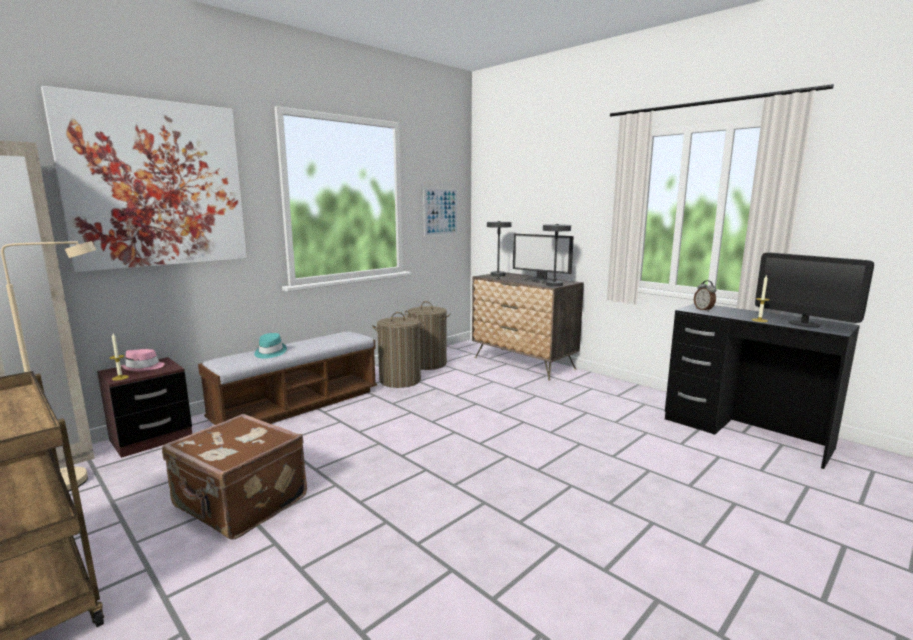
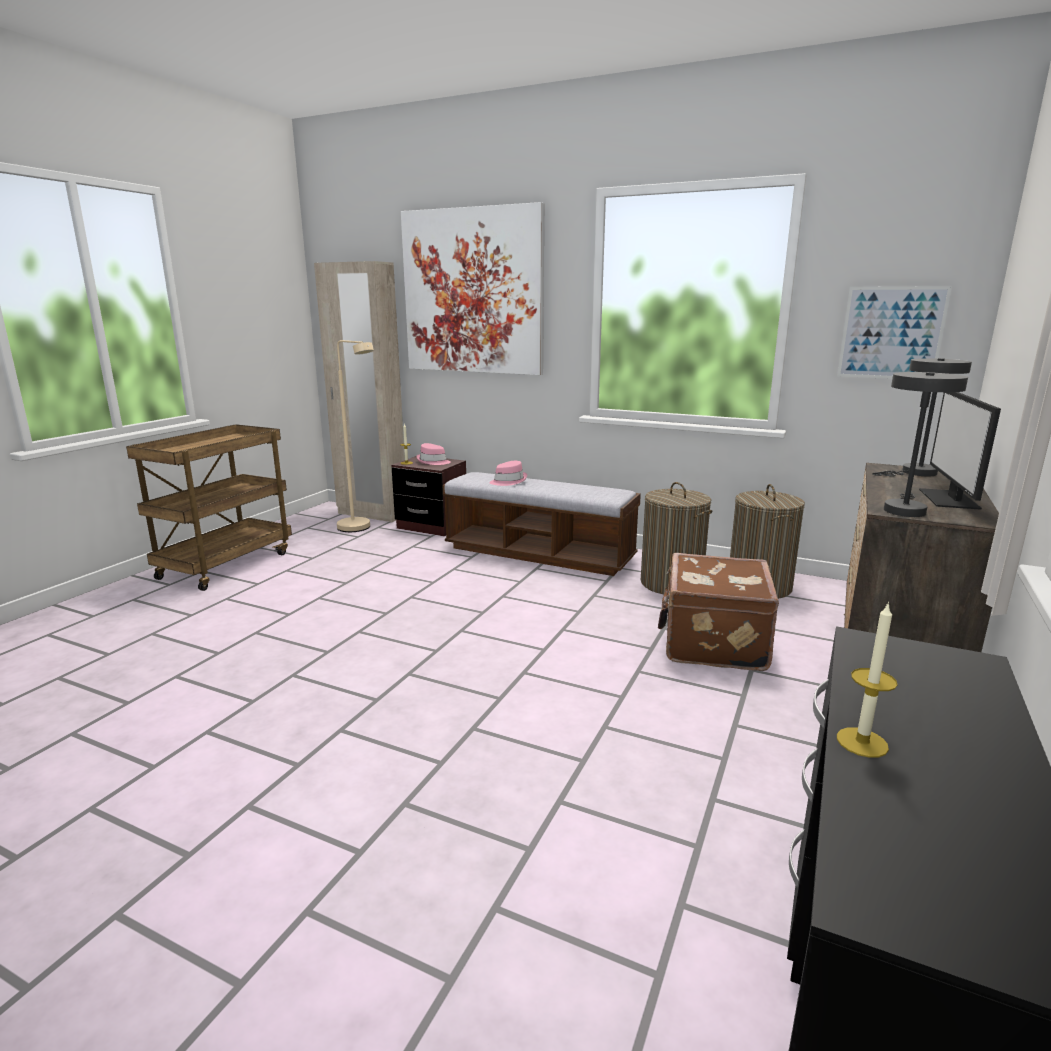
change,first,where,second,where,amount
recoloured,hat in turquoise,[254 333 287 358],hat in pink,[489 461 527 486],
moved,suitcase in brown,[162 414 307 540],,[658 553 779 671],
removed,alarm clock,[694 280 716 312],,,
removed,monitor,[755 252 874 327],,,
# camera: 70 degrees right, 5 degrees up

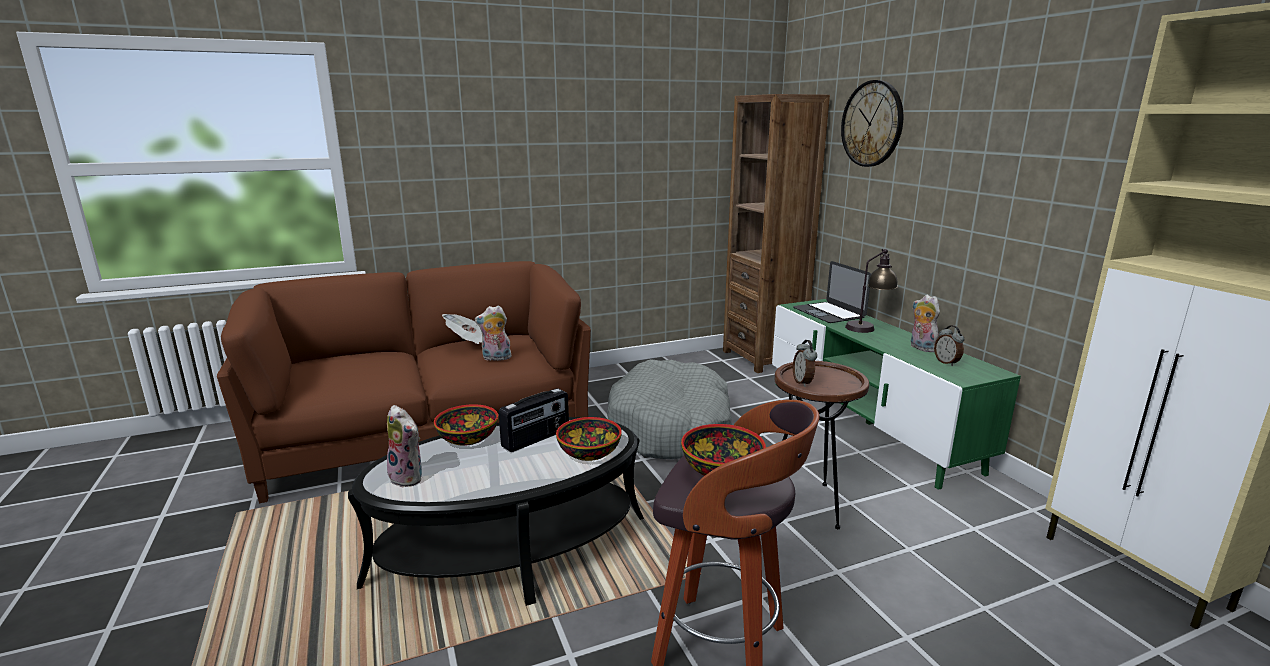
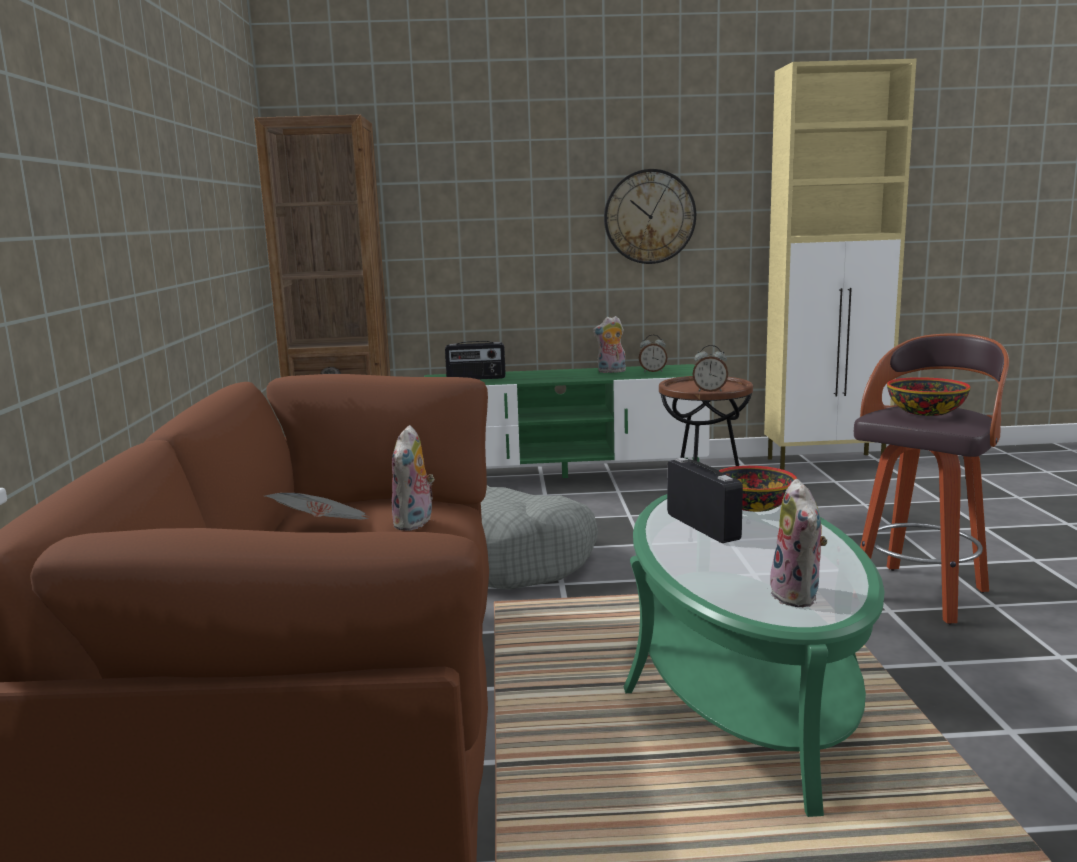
change,first,where,second,where,amount
replaced,laptop,[793 261 871 323],radio,[445 341 506 379],
moved,wall clock,[841 80 904 167],,[604 169 696 264],
recoloured,coffee table in black,[348 417 644 606],coffee table in green,[624 494 885 817],
turned,plush toy,[387 405 422 487],,[770 479 827 607],120 degrees clockwise
removed,bowl,[434 404 498 446],,,
removed,table lamp,[845 249 898 333],,,
# camera: 70 degrees left, 5 degrees down

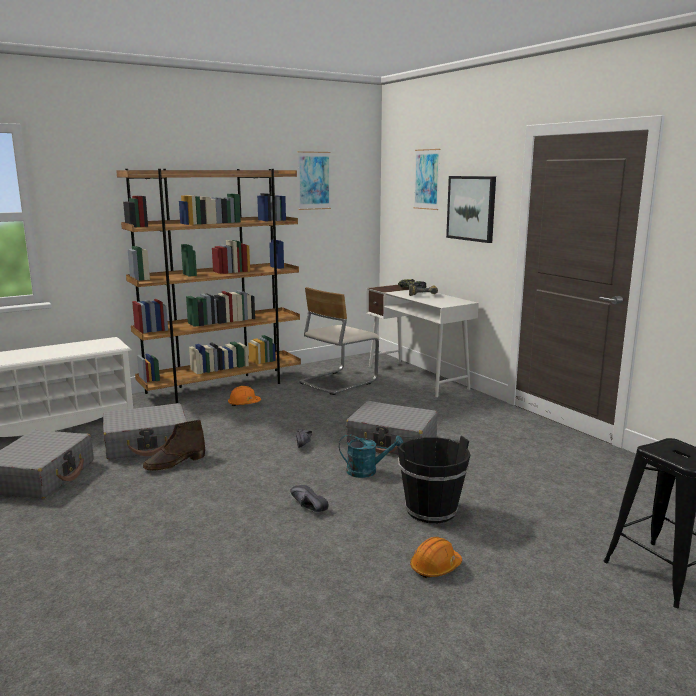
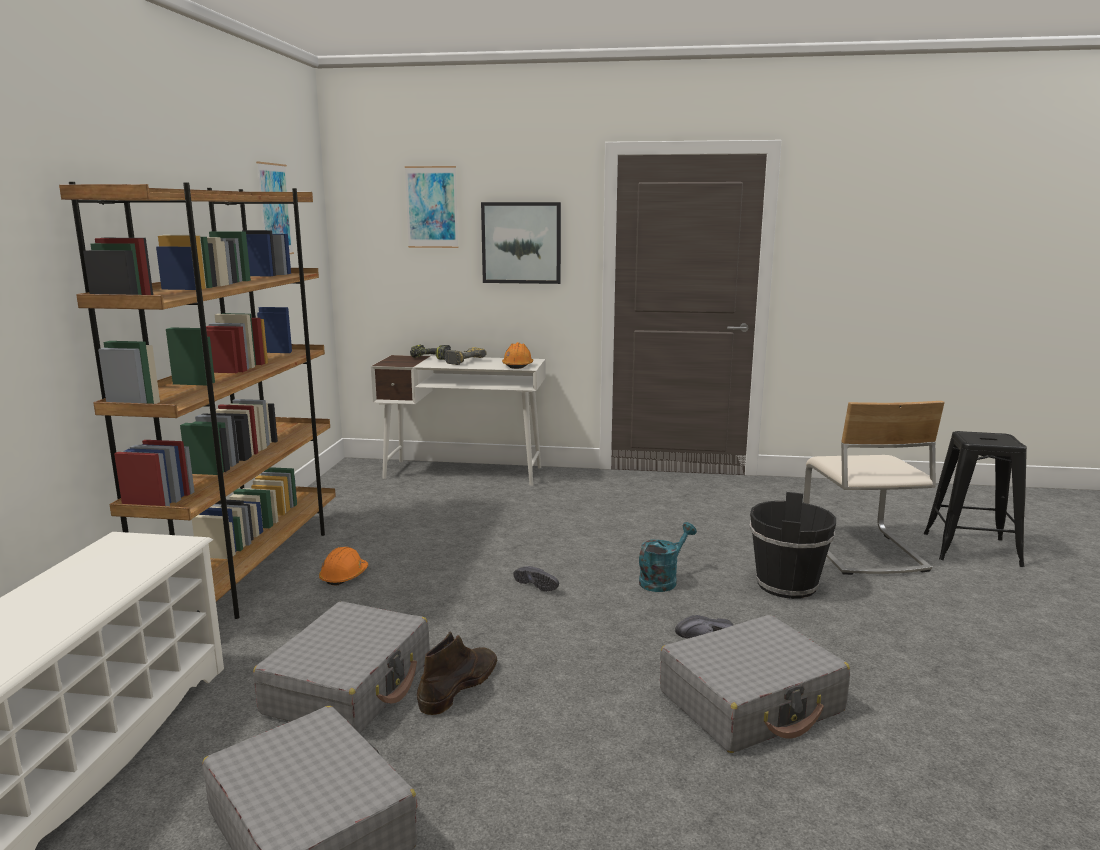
change,first,where,second,where,amount
turned,boot in brown,[143 420 205 471],,[417 631 497 715],150 degrees counterclockwise
moved,hard hat in orange,[410 537 462 578],,[502 342 533 369],
moved,suitcase in grey,[346 401 438 454],,[660 615 850 753],
moved,chair in beige,[299 287 379 395],,[803 401 945 575],
# camera: 50 degrees left, 0 degrees up

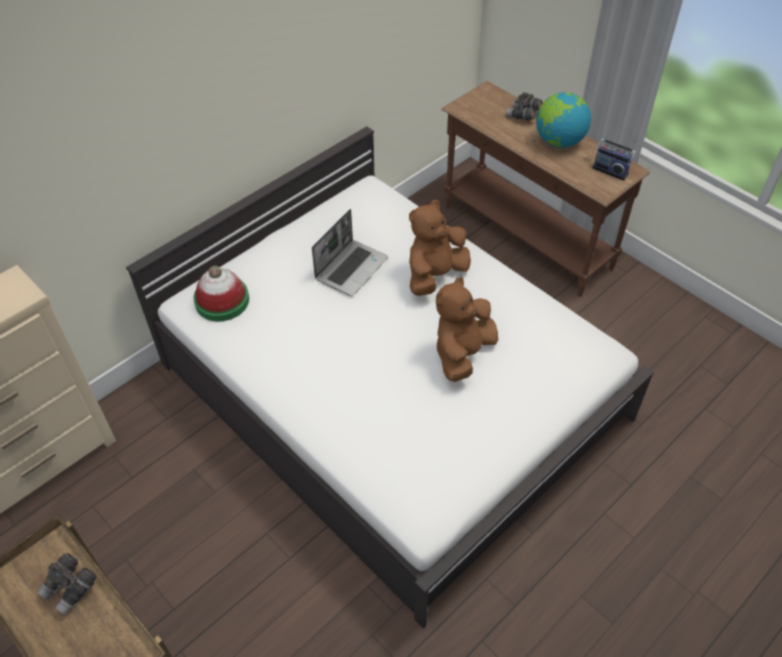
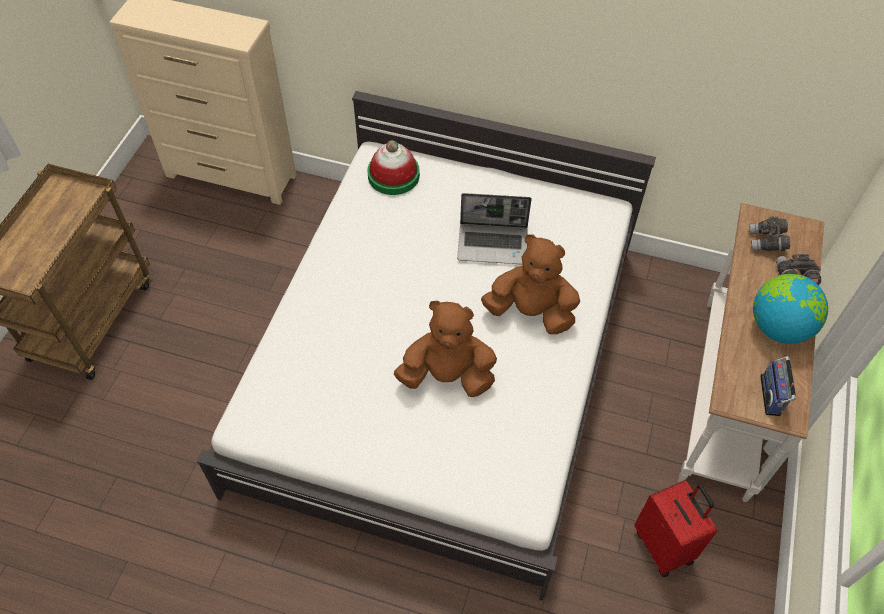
change,first,where,second,where,amount
added,,,suitcase in red,[635 480 717 577],
recoloured,console table in brown,[441 81 650 297],console table in white,[678 203 824 502],
moved,binoculars in grey,[37 553 97 615],,[749 217 790 251],
# camera: 60 degrees right, 5 degrees up

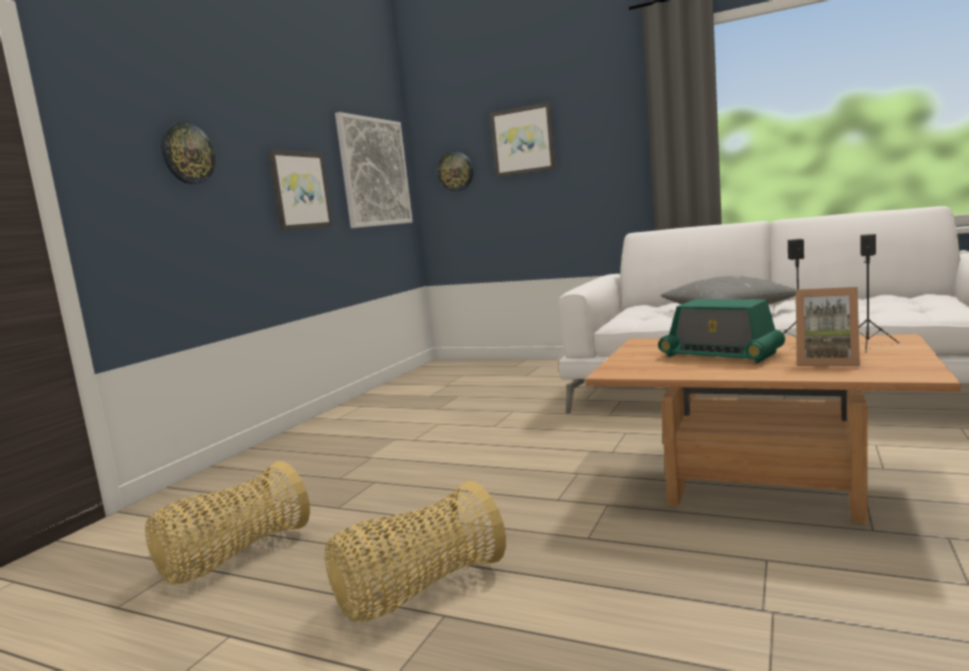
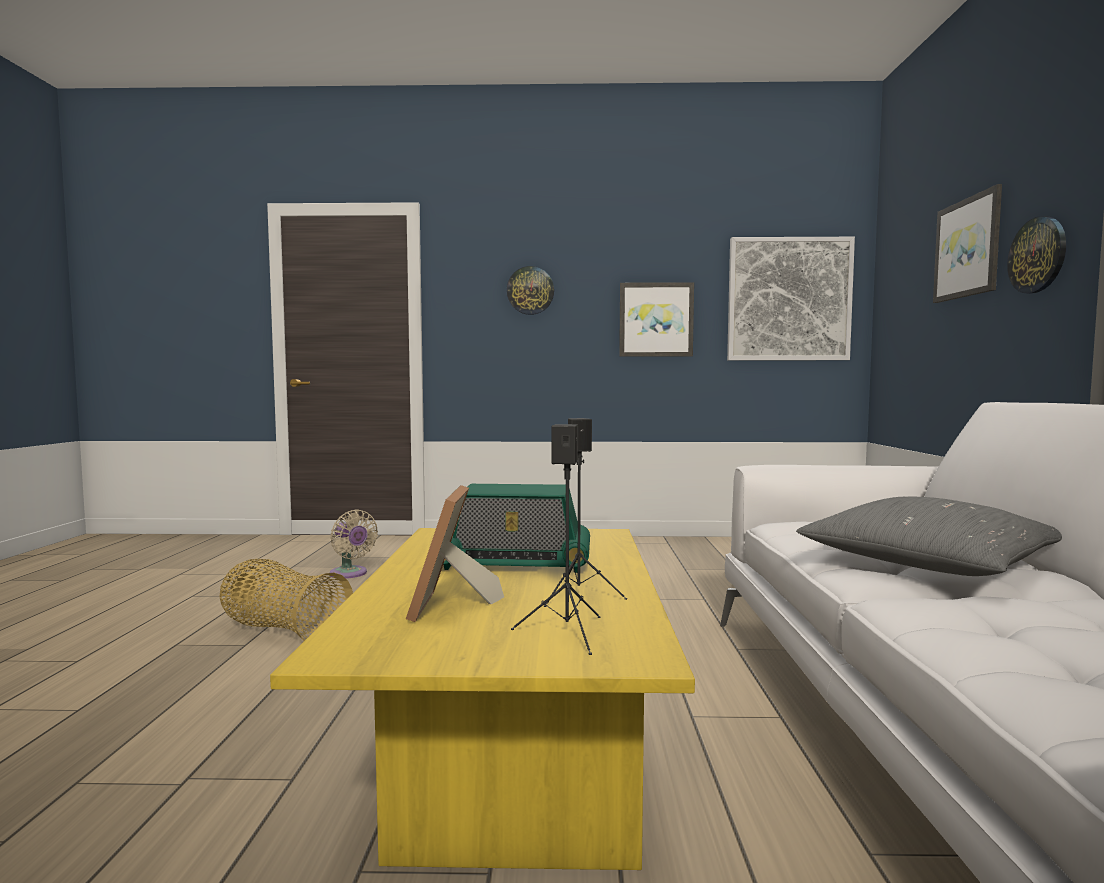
change,first,where,second,where,amount
recoloured,coffee table in brown,[585 334 961 524],coffee table in yellow,[270 528 695 870],
replaced,basket,[145 461 310 584],fan in beige,[329 509 378 579],
turned,radio,[658 299 785 363],,[443 484 590 573],105 degrees counterclockwise
moved,wall clock,[437 151 473 192],,[1007 216 1066 293],
# camera: 65 degrees right, 5 degrees down

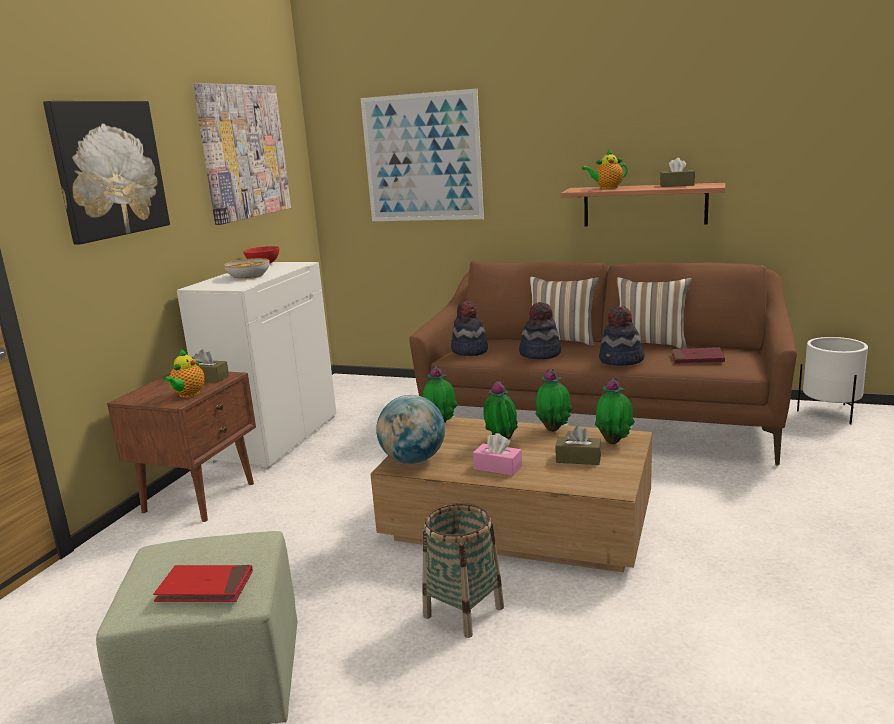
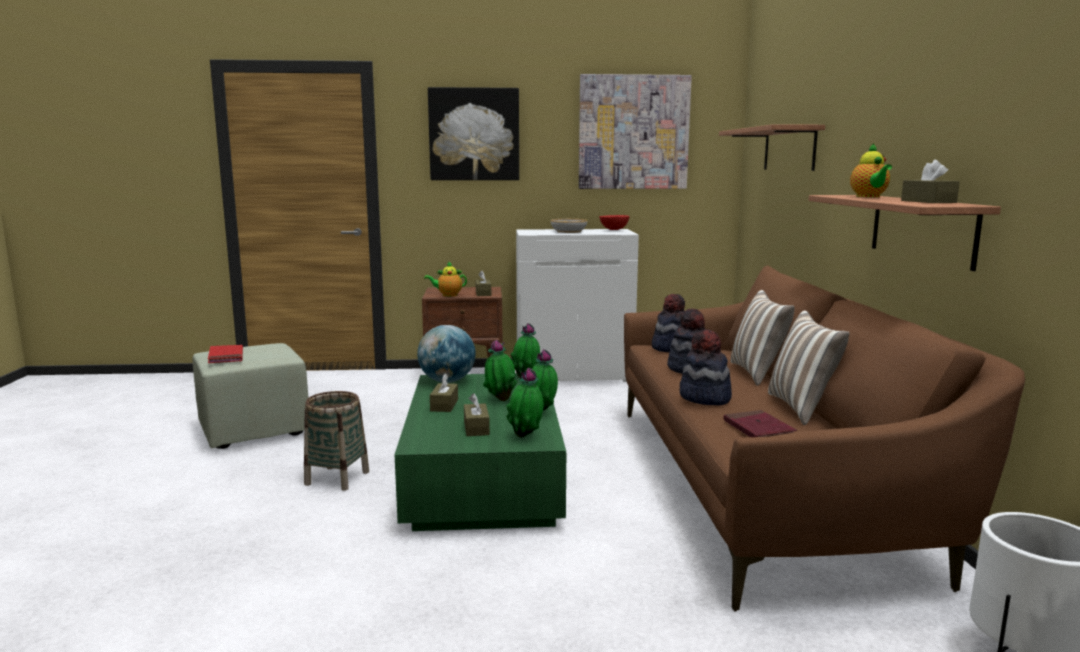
change,first,where,second,where,amount
recoloured,coffee table in brown,[370 417 652 572],coffee table in green,[395 373 566 531],
recoloured,tissue box in pink,[473 433 522 476],tissue box in brown,[430 373 458 412],
replaced,picture,[361 88 484 221],shelf,[719 124 825 171],
turned,teapot,[582 149 628 189],,[850 143 892 197],150 degrees counterclockwise
# camera: 65 degrees right, 5 degrees down

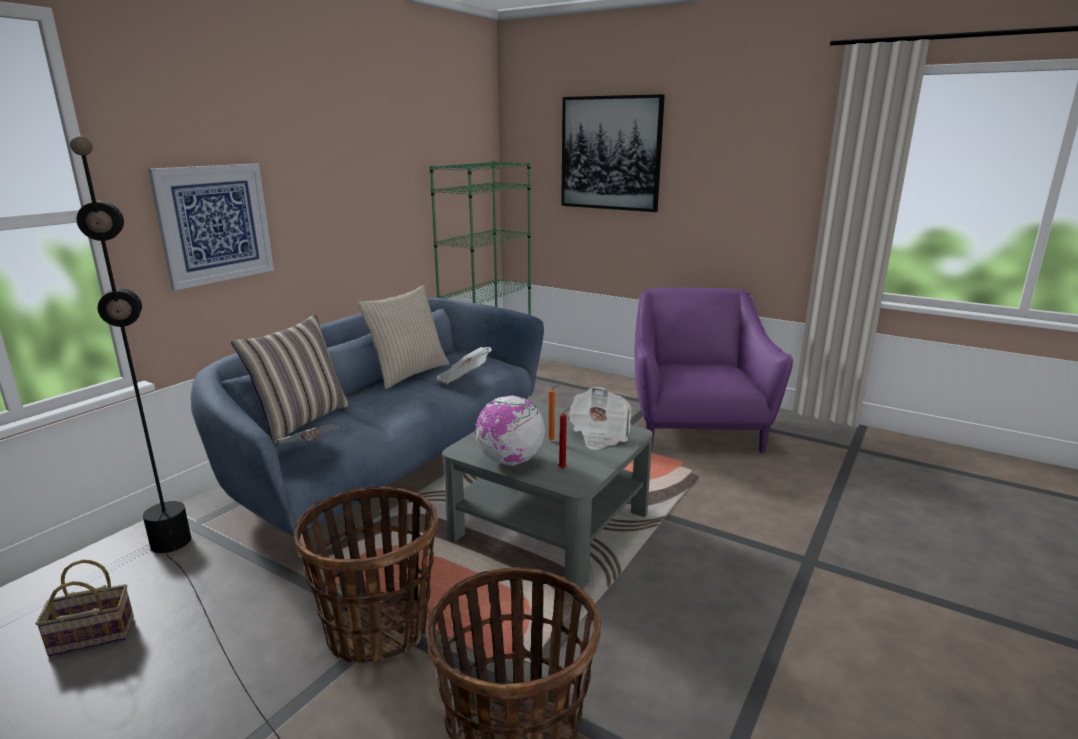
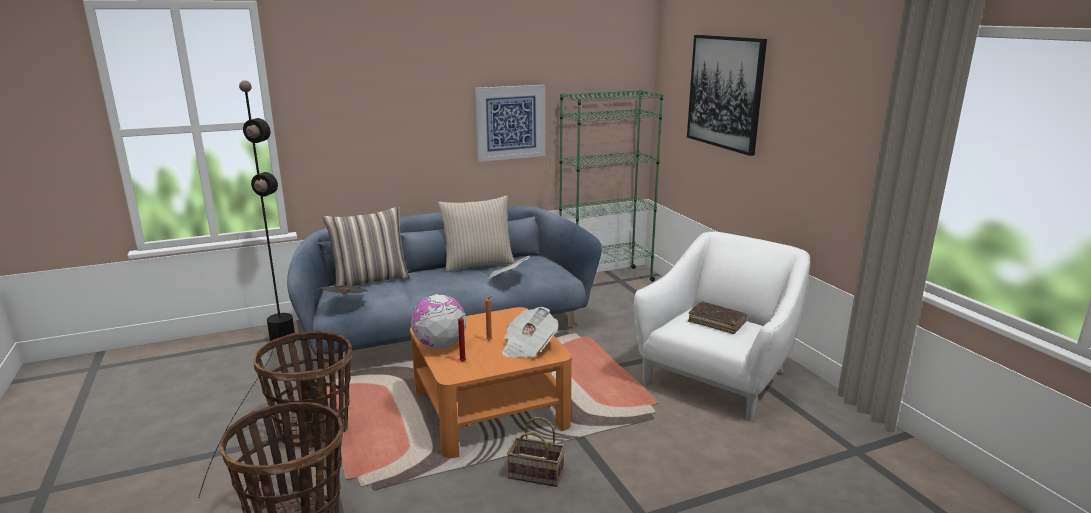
change,first,where,second,where,amount
recoloured,coffee table in grey,[442 401 653 588],coffee table in orange,[410 307 572 458],
moved,picture,[148 163 274 290],,[475 85 545 162],
moved,basket,[36 560 134 656],,[507 417 565 487],
recoloured,armchair in purple,[635 288 793 453],armchair in white,[634 232 810 421],
added,,,book in brown,[688 302 747 334],
# camera: 35 degrees right, 0 degrees up

